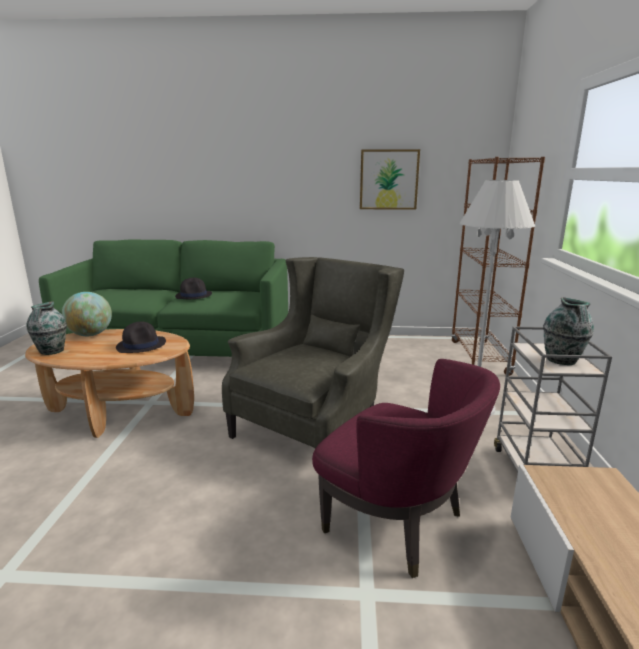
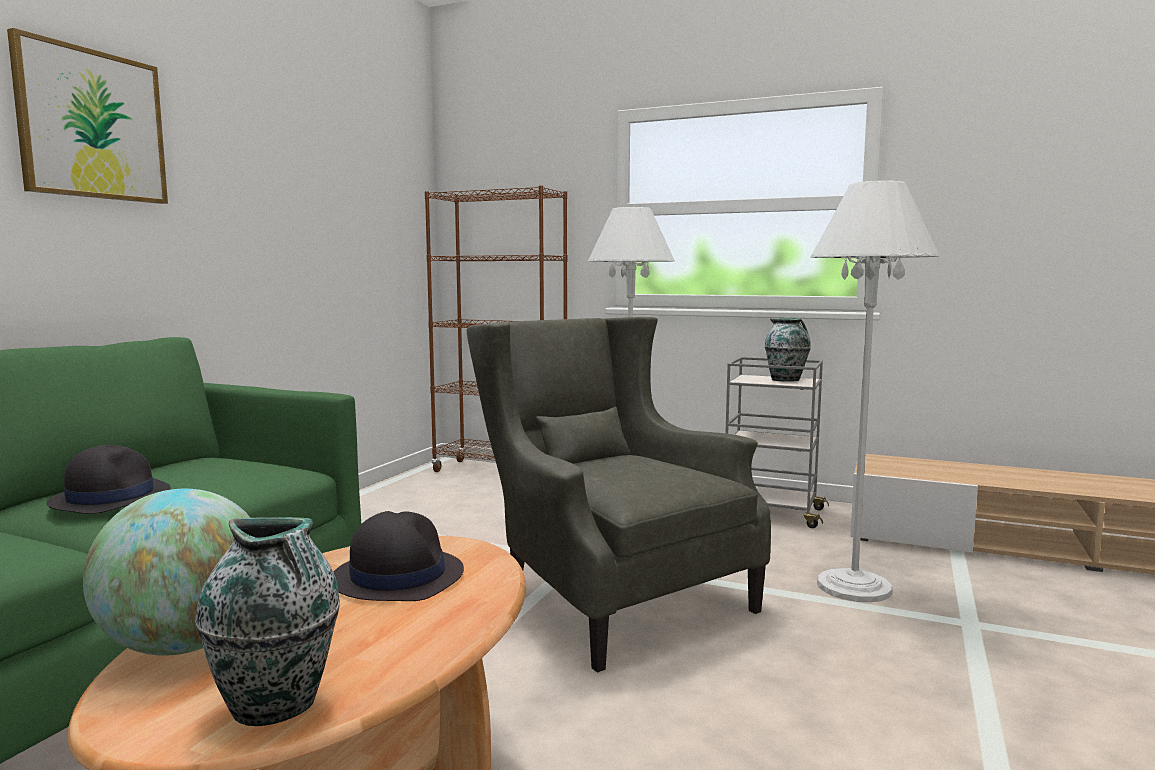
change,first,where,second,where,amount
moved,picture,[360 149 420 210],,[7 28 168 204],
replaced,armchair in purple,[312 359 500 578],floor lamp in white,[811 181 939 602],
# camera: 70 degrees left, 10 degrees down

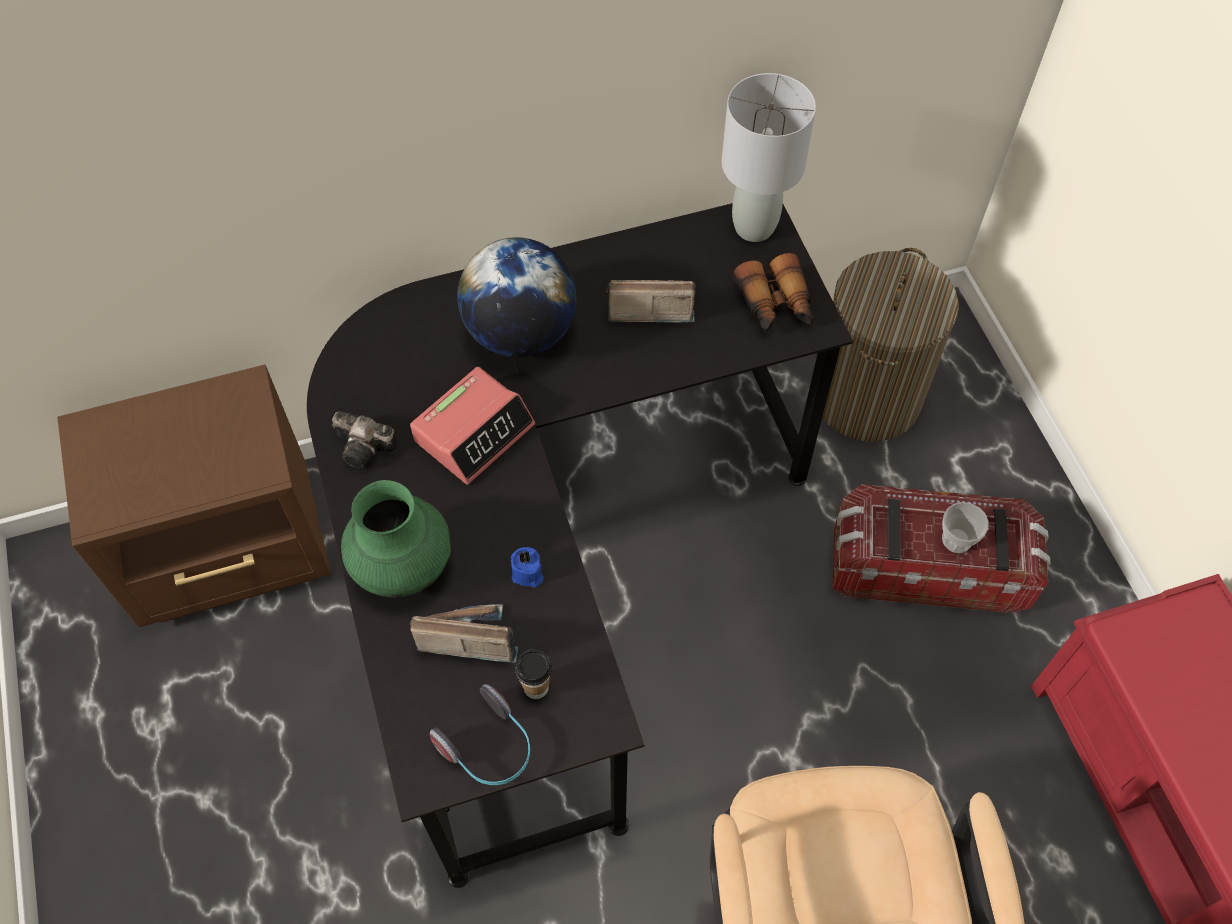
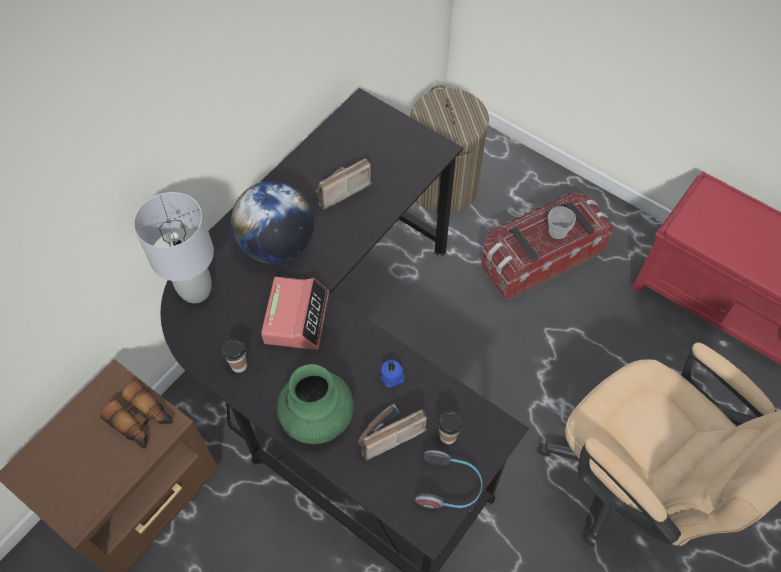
change,first,where,second,where,amount
moved,binoculars,[733 253 814 334],,[100 380 173 448],
moved,table lamp in grey,[722 73 816 242],,[134 192 214 303],
replaced,photo camera,[332 412 398 468],cup,[222 339 247 373],
# camera: 35 degrees left, 0 degrees up

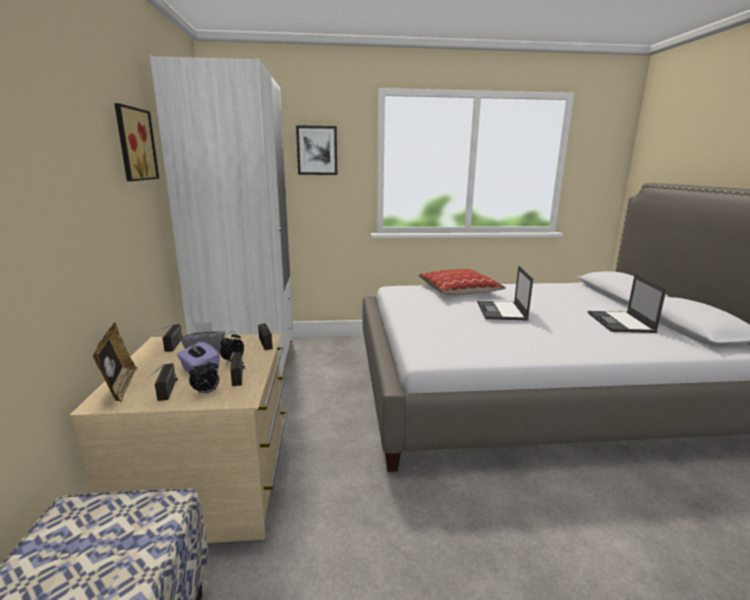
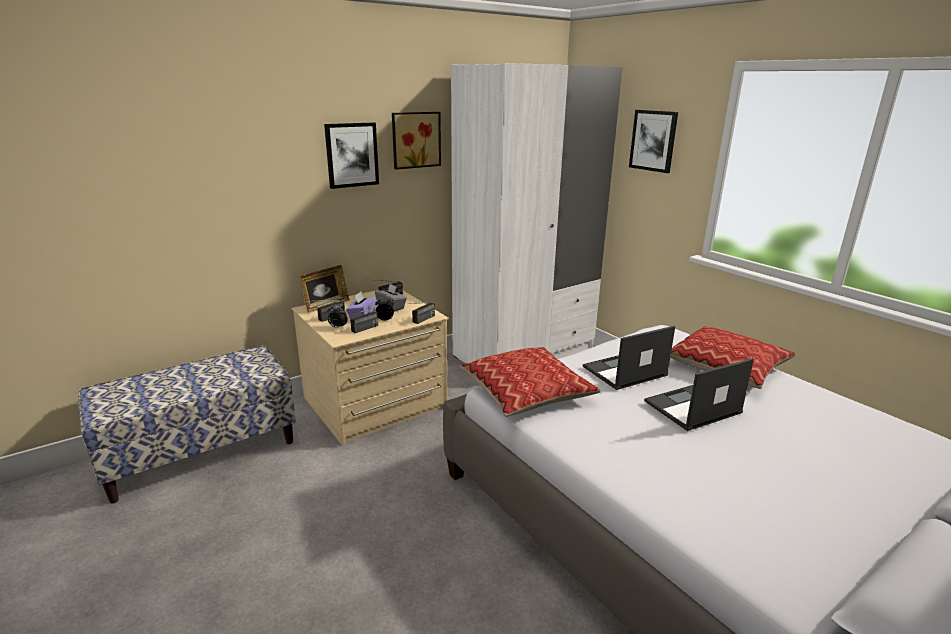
change,first,where,second,where,amount
added,,,picture,[324 122 379 189],
added,,,pillow,[460 347 600 417],
moved,laptop,[588 274 666 333],,[583 326 675 390],
# camera: 60 degrees right, 5 degrees up

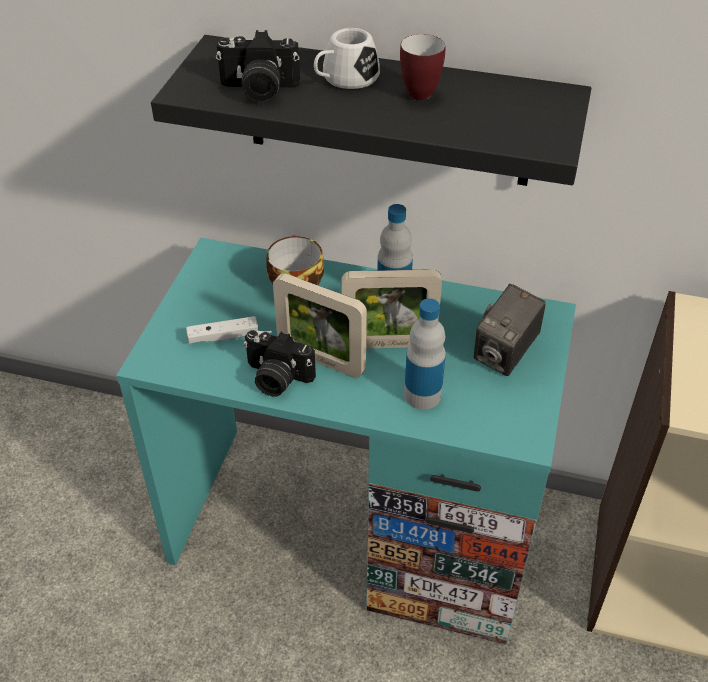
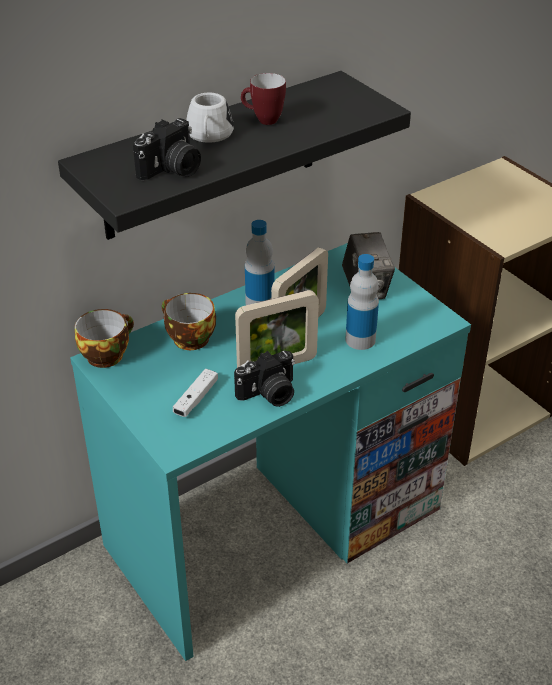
change,first,where,second,where,amount
added,,,cup,[75 309 134 368],
# camera: 50 degrees left, 5 degrees down

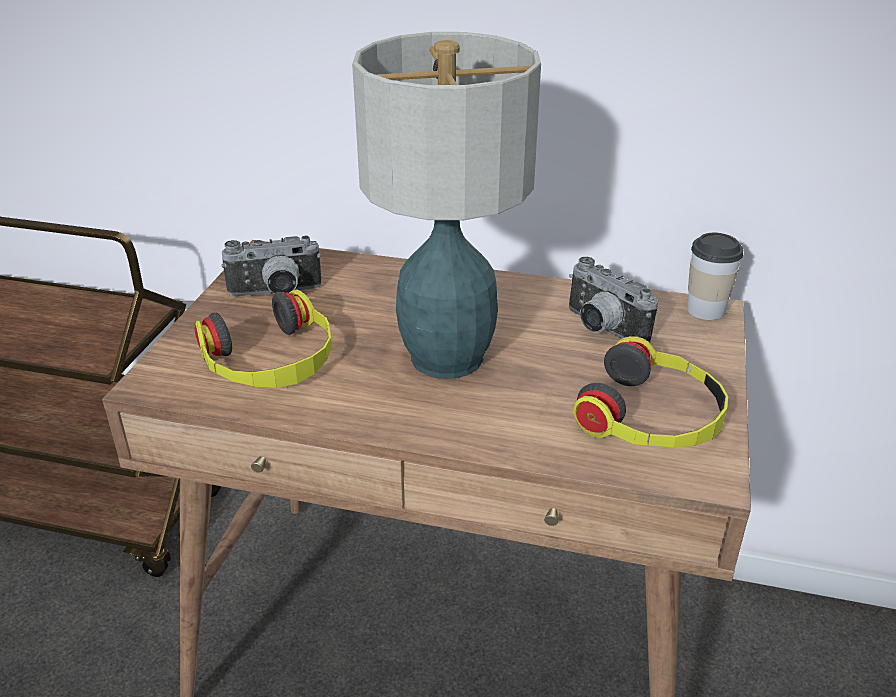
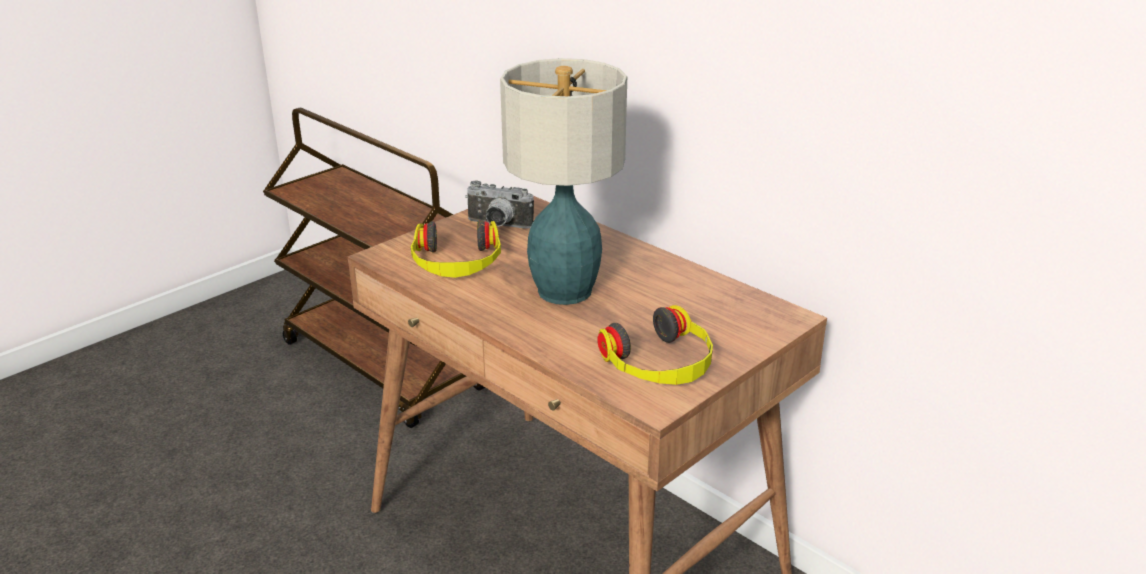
change,first,where,second,where,amount
removed,photo camera,[569 257 658 343],,,
removed,cup,[687 233 743 320],,,
# camera: 30 degrees right, 5 degrees down

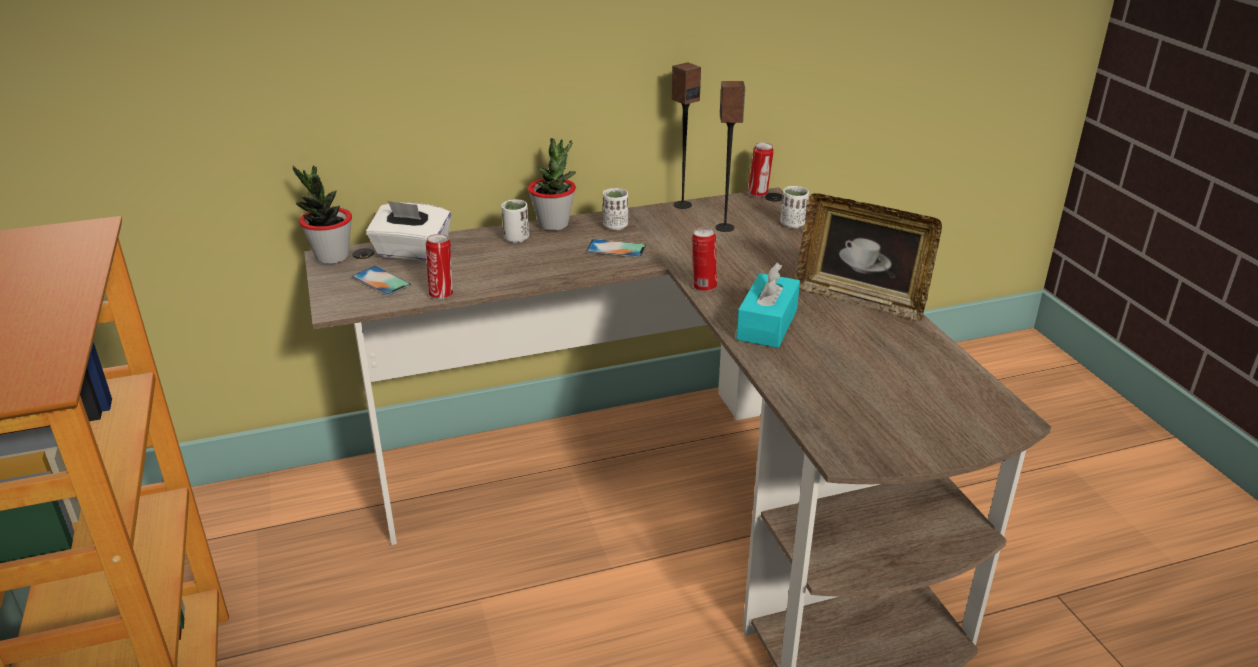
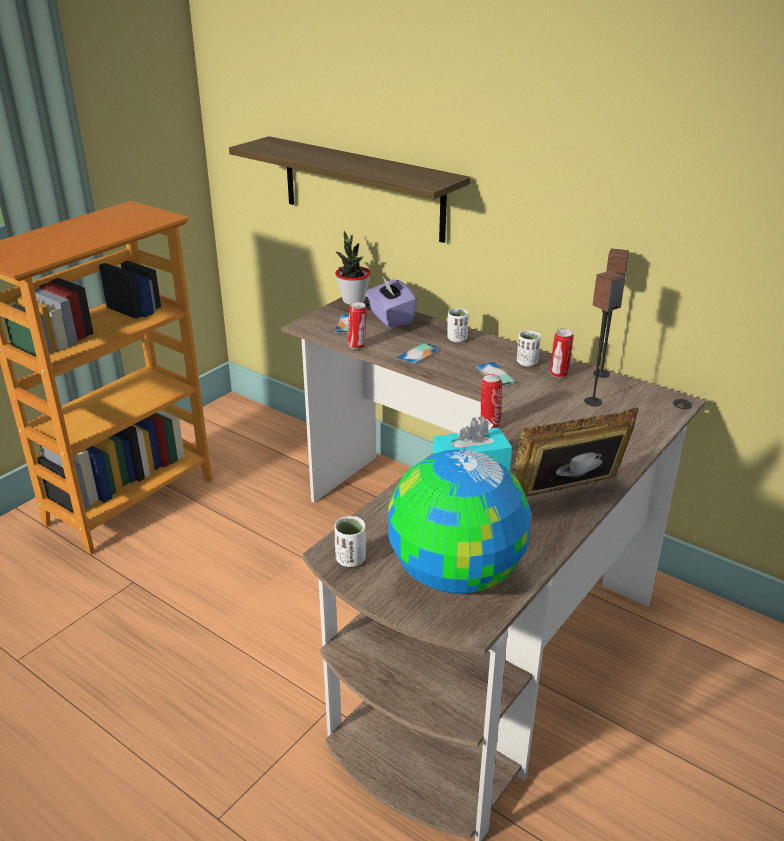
change,first,where,second,where,amount
added,,,shelf,[229 136 470 243],
moved,cup in white,[780 186 809 228],,[334 516 366 567],
recoloured,tissue box in white,[366 201 451 261],tissue box in purple,[366 276 417 327],
added,,,globe,[388 449 531 594],
added,,,phone,[397 342 441 365],
turned,picture frame,[795 193 942 321],,[513 408 639 497],75 degrees clockwise
moved,can,[748 142 774 197],,[550 328 574 378],
removed,potted plant,[528 138 576 231],,,
# camera: 55 degrees right, 0 degrees up

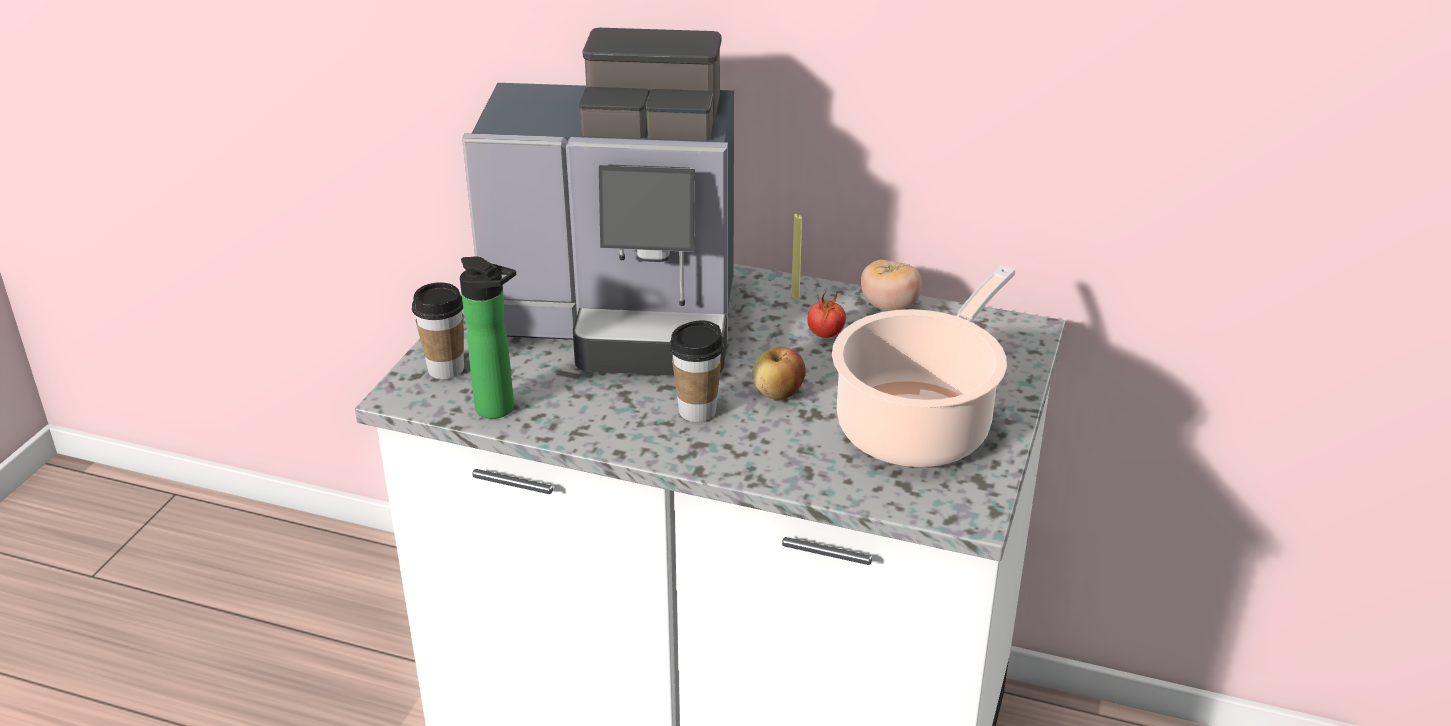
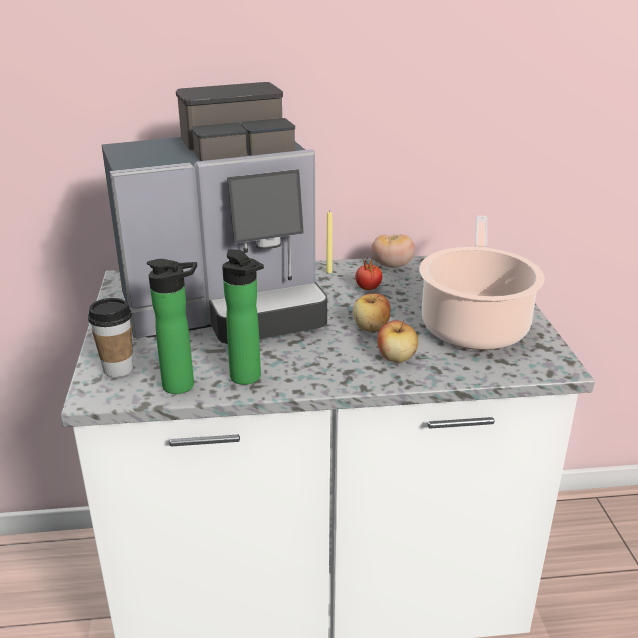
change,first,where,second,where,amount
added,,,bottle,[222 249 264 385],
added,,,apple,[377 320 418 363],
removed,cup,[670 320 724 422],,,
# camera: 25 degrees left, 5 degrees down

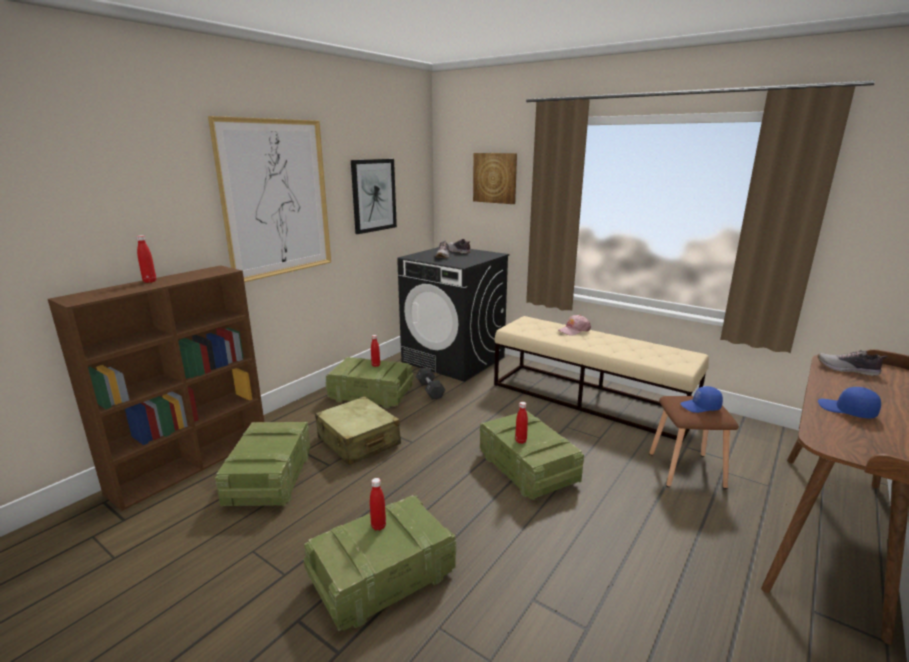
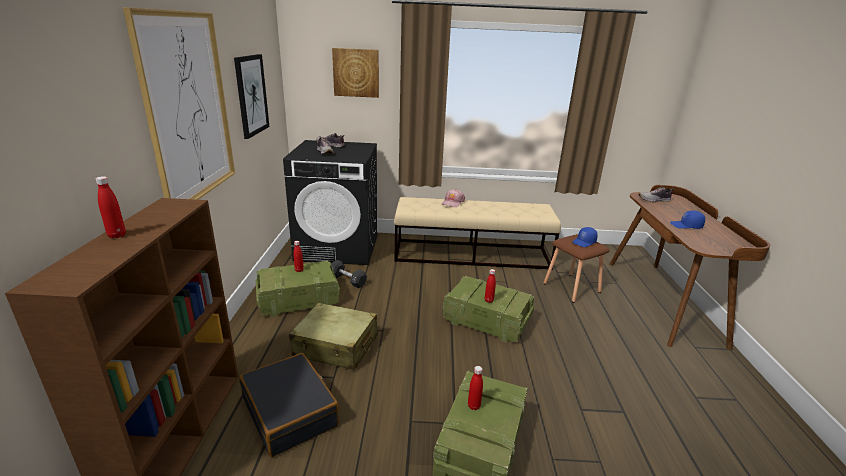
change,first,where,second,where,amount
replaced,crate,[215 422 310 507],suitcase in black,[239 353 339 457],
# camera: 35 degrees left, 5 degrees up

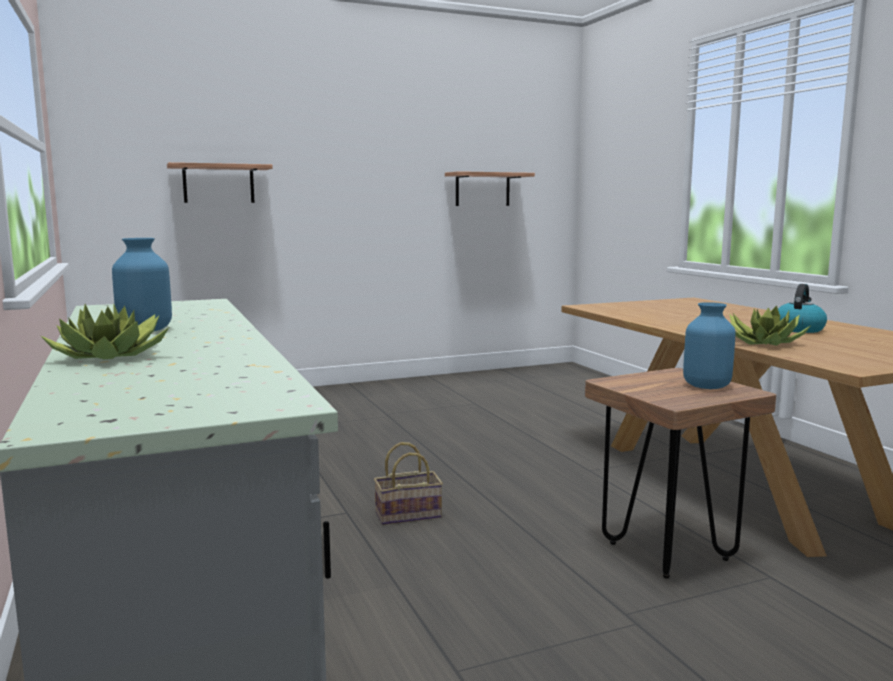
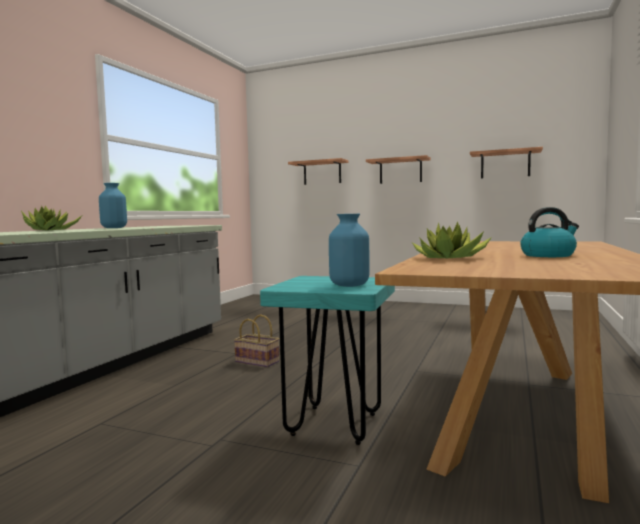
change,first,where,second,where,amount
recoloured,stool in brown,[585 368 776 579],stool in turquoise,[260 276 395 445],
added,,,shelf,[366 155 431 184],
# camera: 45 degrees right, 5 degrees down

